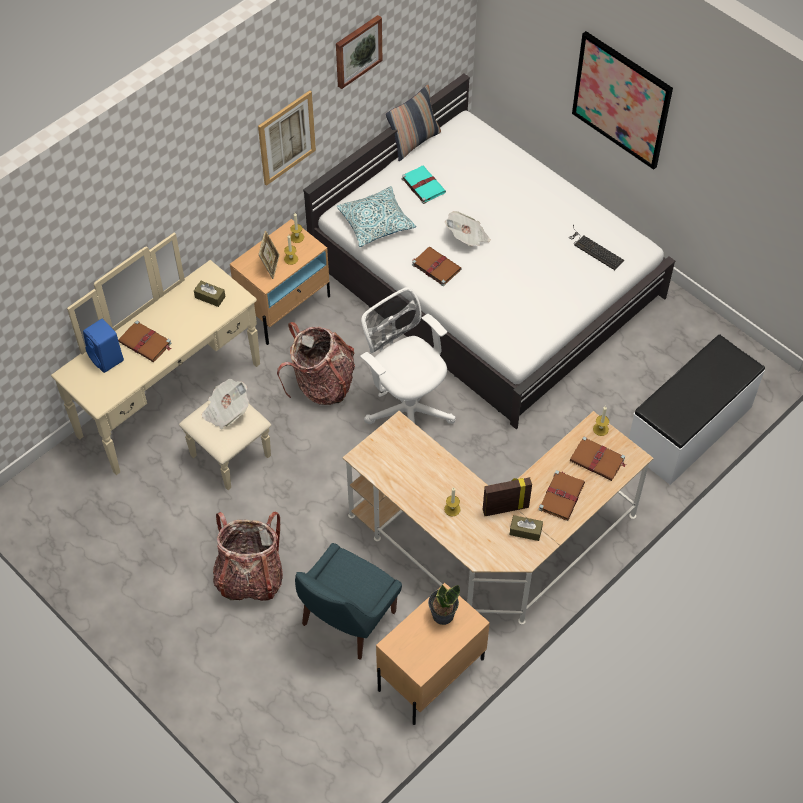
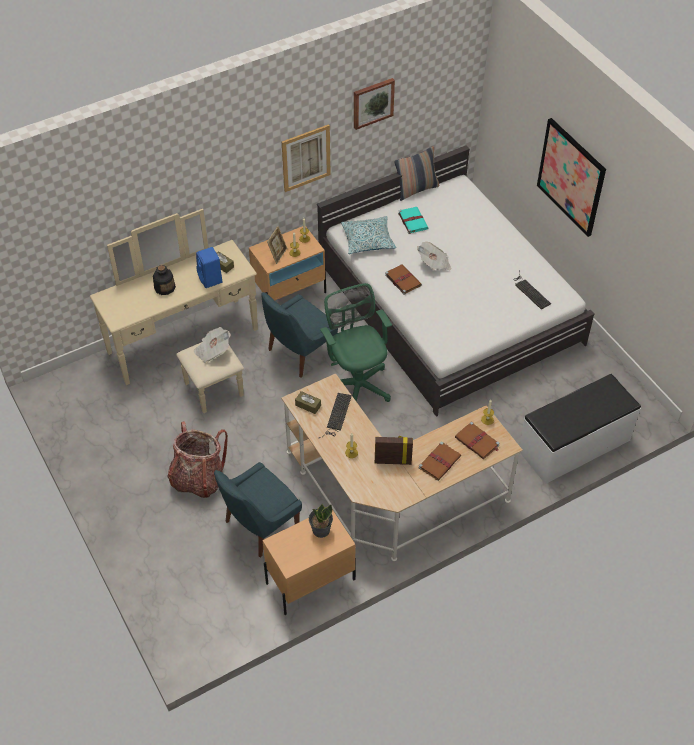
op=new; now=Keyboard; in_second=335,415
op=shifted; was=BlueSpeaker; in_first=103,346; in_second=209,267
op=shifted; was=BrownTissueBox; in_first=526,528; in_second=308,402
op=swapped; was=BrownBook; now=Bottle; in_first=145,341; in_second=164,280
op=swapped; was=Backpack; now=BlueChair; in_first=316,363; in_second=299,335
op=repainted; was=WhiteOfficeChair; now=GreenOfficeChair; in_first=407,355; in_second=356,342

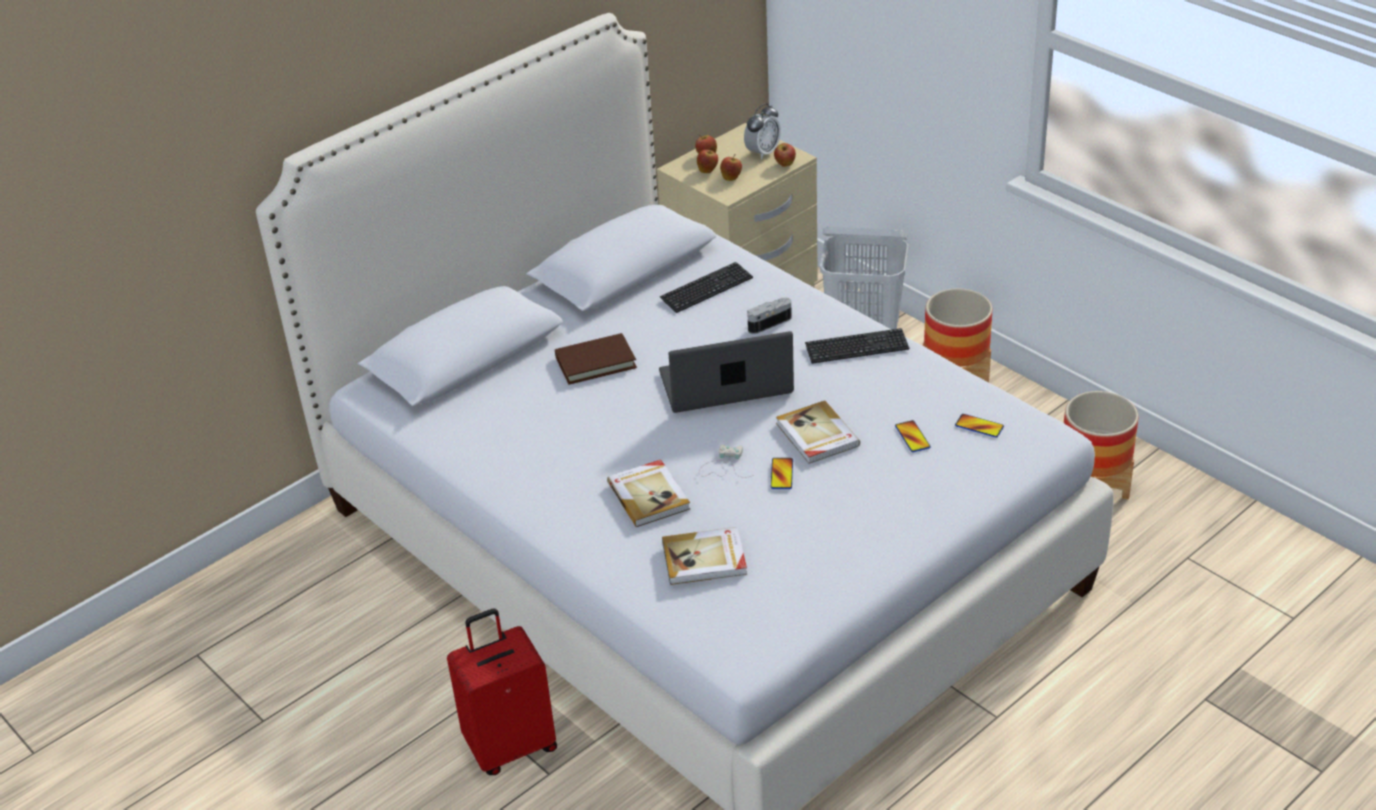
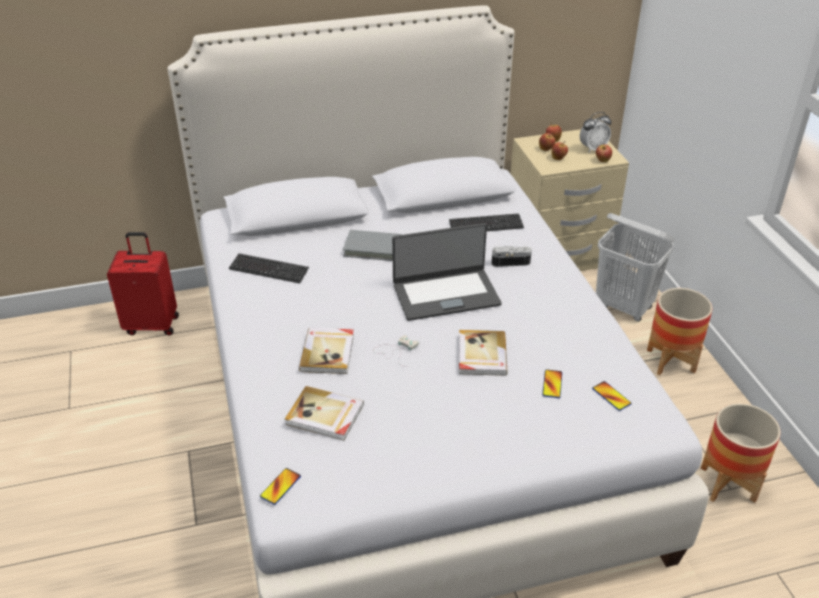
op=shifted; was=RedSuitcase; in_first=502,691; in_second=143,284
op=shifted; was=Phone; in_first=782,473; in_second=280,486
op=shifted; was=Keyboard; in_first=857,346; in_second=269,268
op=repainted; was=BrownBook; now=GreyBook; in_first=596,359; in_second=372,245
op=rotated; was=Laptop; in_first=726,372; in_second=447,272; clockwise=150

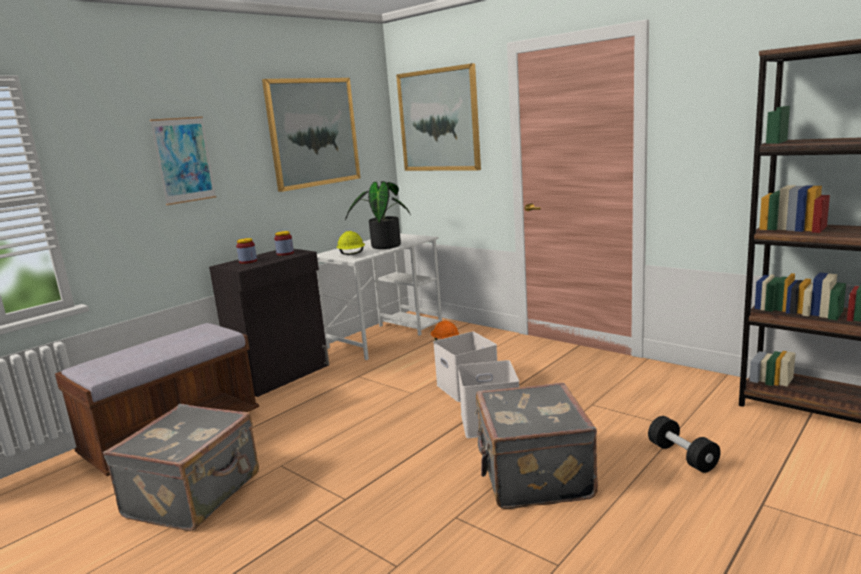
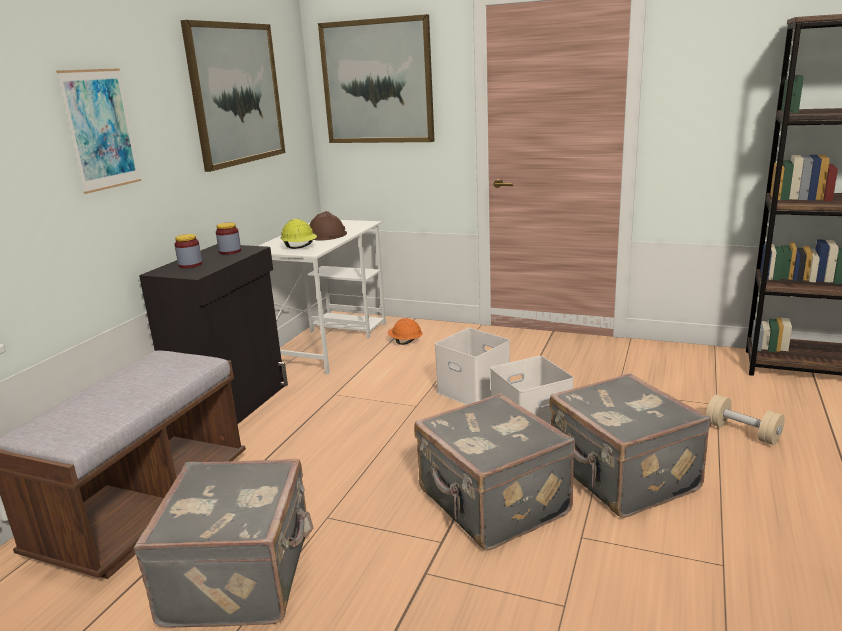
op=new; now=GreySuitcase; in_second=494,471
op=swapped; was=PottedPlant; now=BrownHardHat; in_first=378,215; in_second=328,225
op=repainted; was=BlackDumbbell; now=BeigeDumbbell; in_first=684,444; in_second=745,420

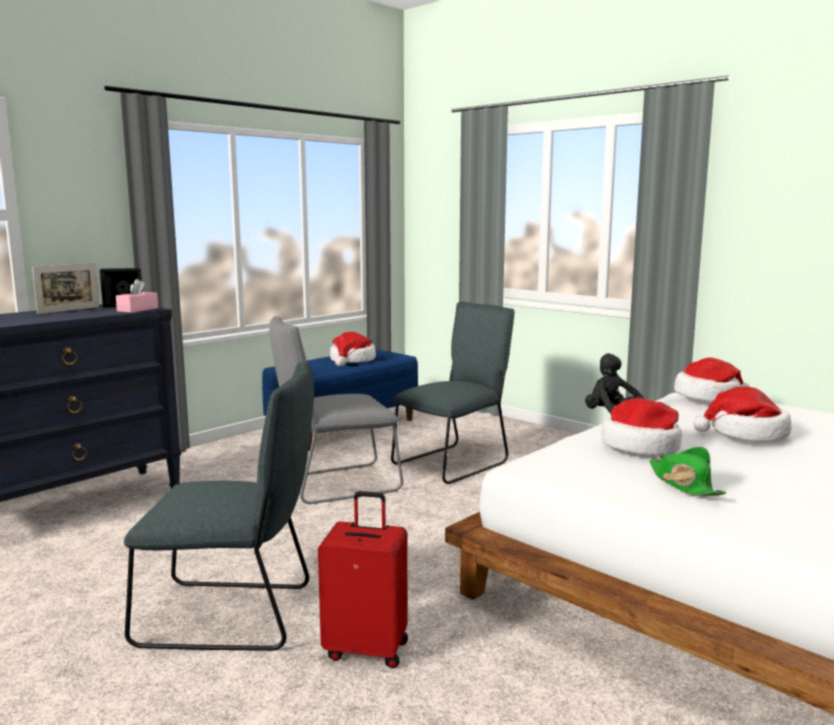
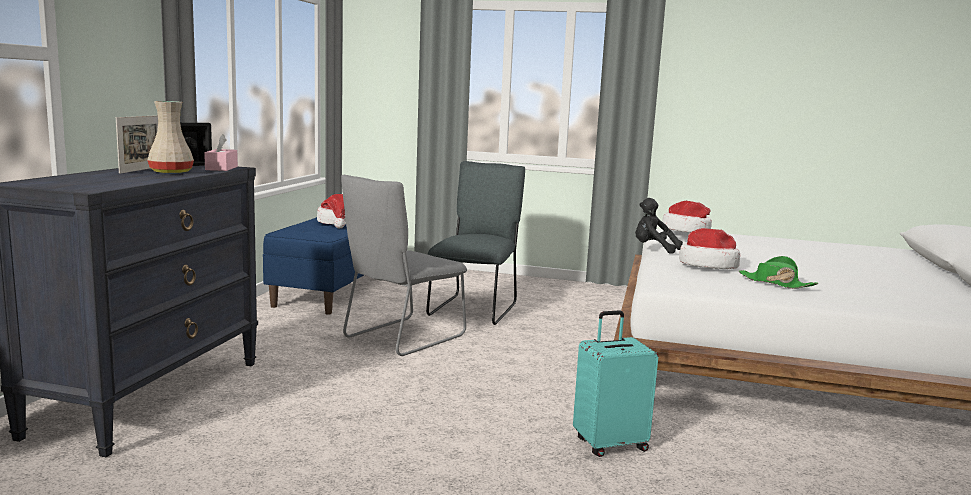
op=gone; was=GreyChair; in_first=219,506
op=gone; was=Hat; in_first=742,414
op=new; now=BeigeVase; in_second=170,137
op=repainted; was=RedSuitcase; now=TurquoiseSuitcase; in_first=363,579; in_second=615,383

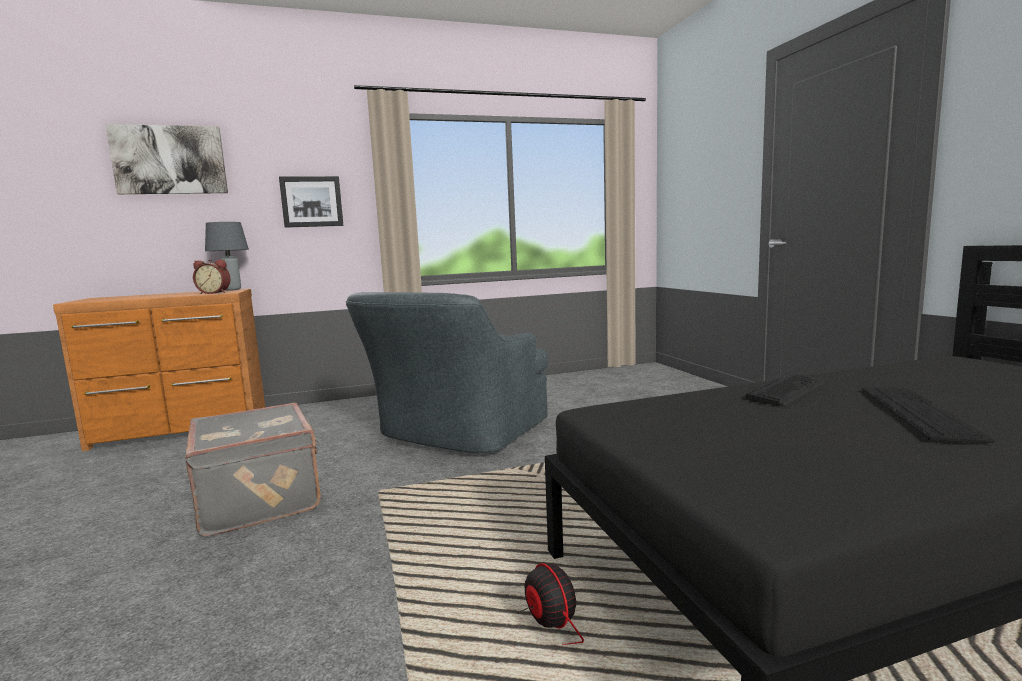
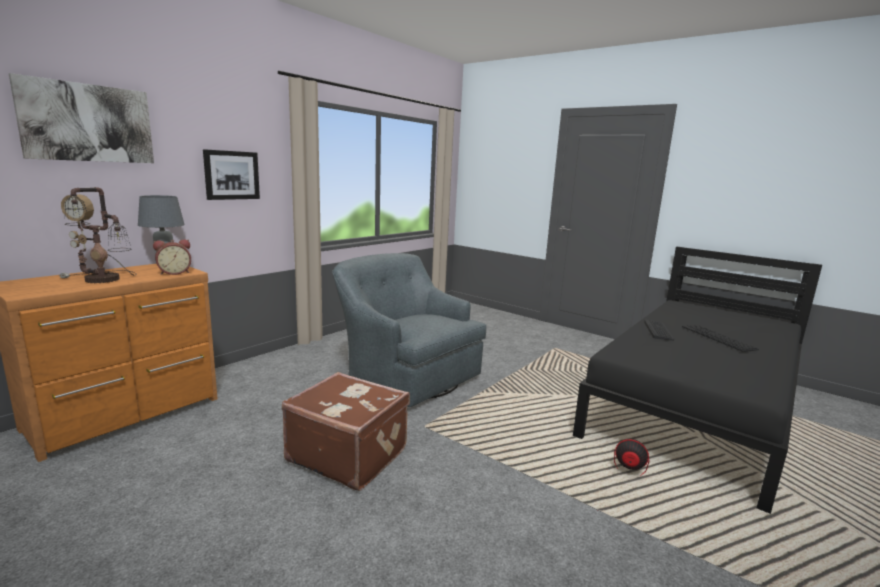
op=new; now=TableLamp; in_second=97,235
op=repainted; was=GreySuitcase; now=BrownSuitcase; in_first=253,469; in_second=346,431
op=rotated; was=GreyArmchair; in_first=447,372; in_second=409,330; clockwise=135

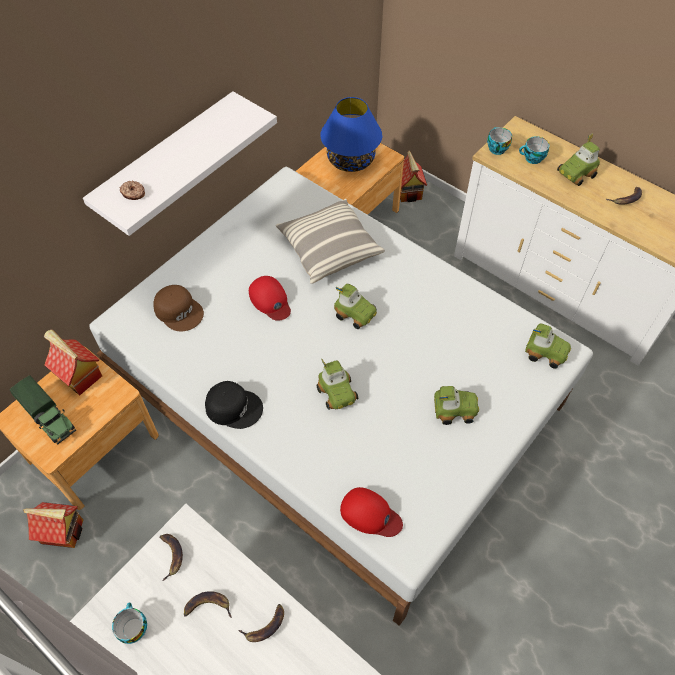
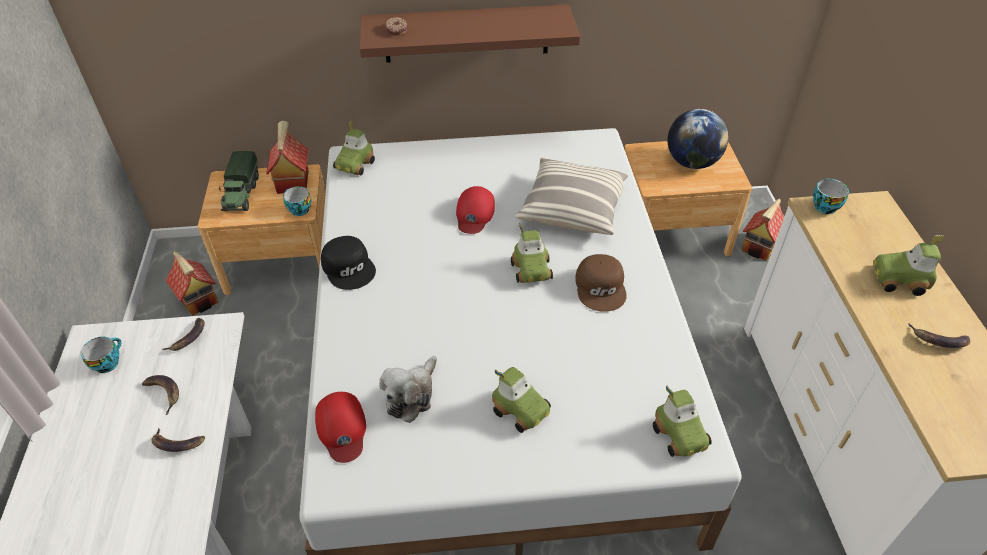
op=new; now=PlushToy; in_second=408,389
op=shifted; was=BrownCap; in_first=178,308; in_second=601,283
op=shifted; was=ToyCar; in_first=337,384; in_second=354,147
op=shifted; was=Cup; in_first=534,150; in_second=297,201
op=swapped; was=BlueTableLamp; now=Globe; in_first=351,134; in_second=698,139
op=repainted; was=WhiteShelf; now=BrownShelf; in_first=180,163; in_second=469,33

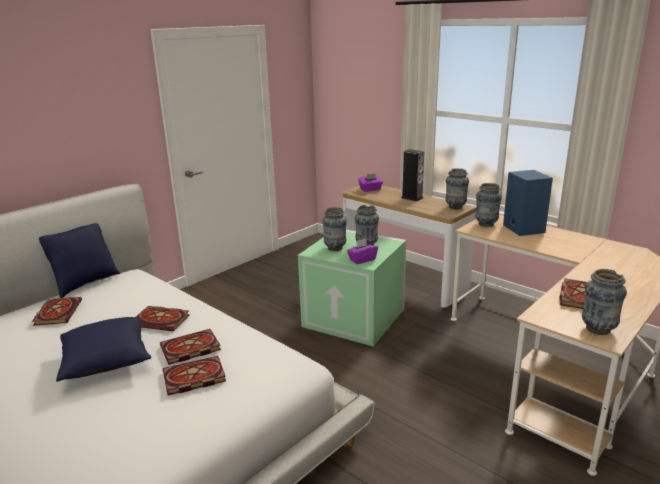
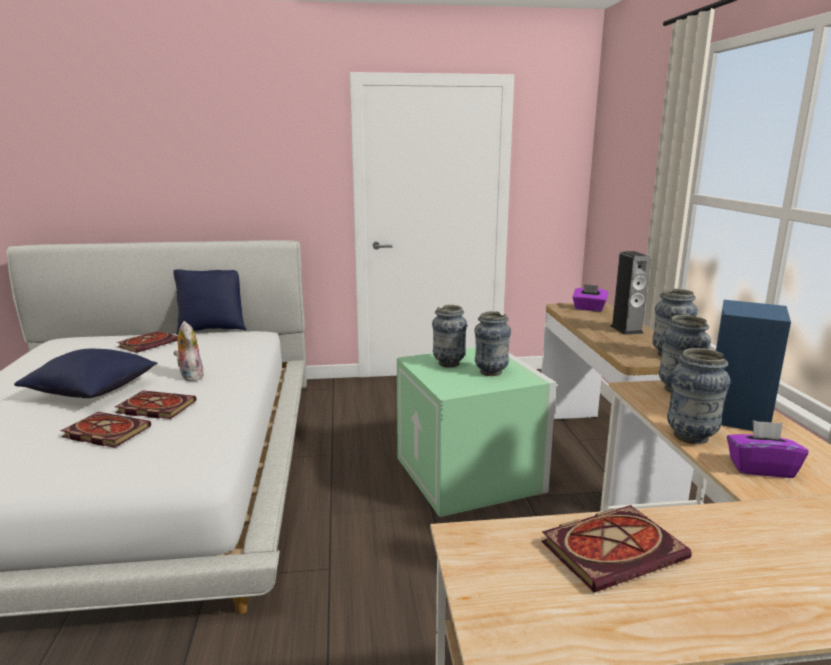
op=shifted; was=PurpleTissueBox; in_first=362,251; in_second=768,449
op=shifted; was=Vase; in_first=604,302; in_second=698,396
op=swapped; was=Book; now=PlushToy; in_first=163,319; in_second=188,351

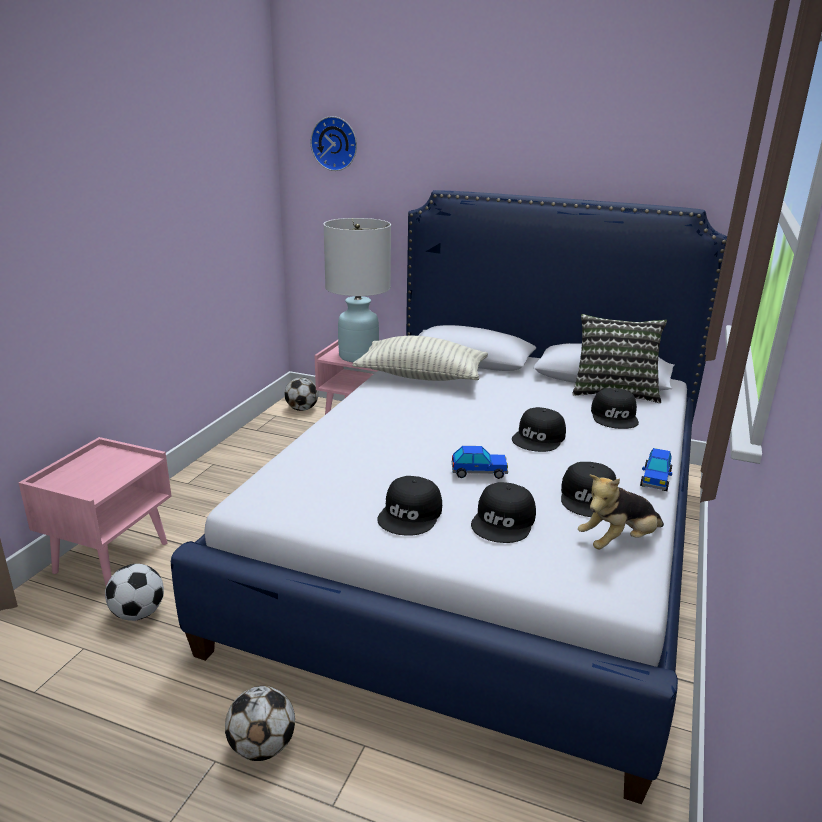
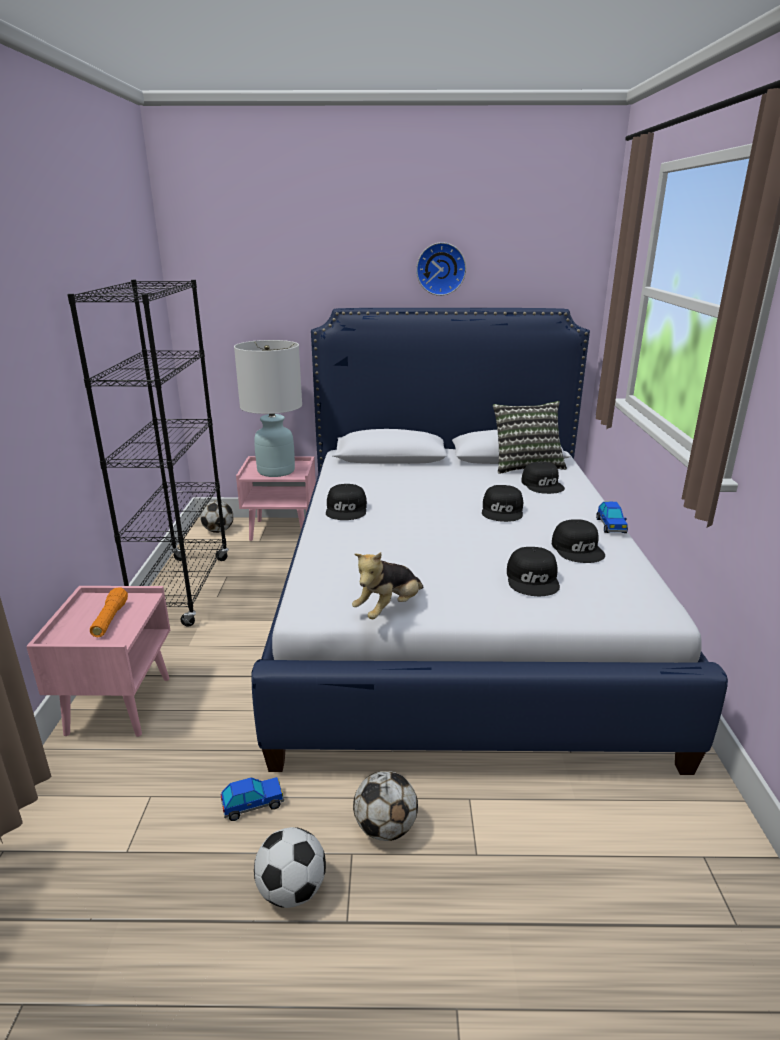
op=gone; was=Pillow; in_first=420,358
op=new; now=BlackBookcase; in_second=148,453
op=new; now=OrangeFlashlight; in_second=109,612
op=shifted; was=Football; in_first=134,592; in_second=290,867
op=shifted; was=WallClock; in_first=334,143; in_second=441,269
op=shifted; was=BlackCap; in_first=409,506; in_second=346,502
op=shifted; was=ToyCar; in_first=480,462; in_second=252,799
op=shifted; was=PlushToy; in_first=621,512; in_second=388,585

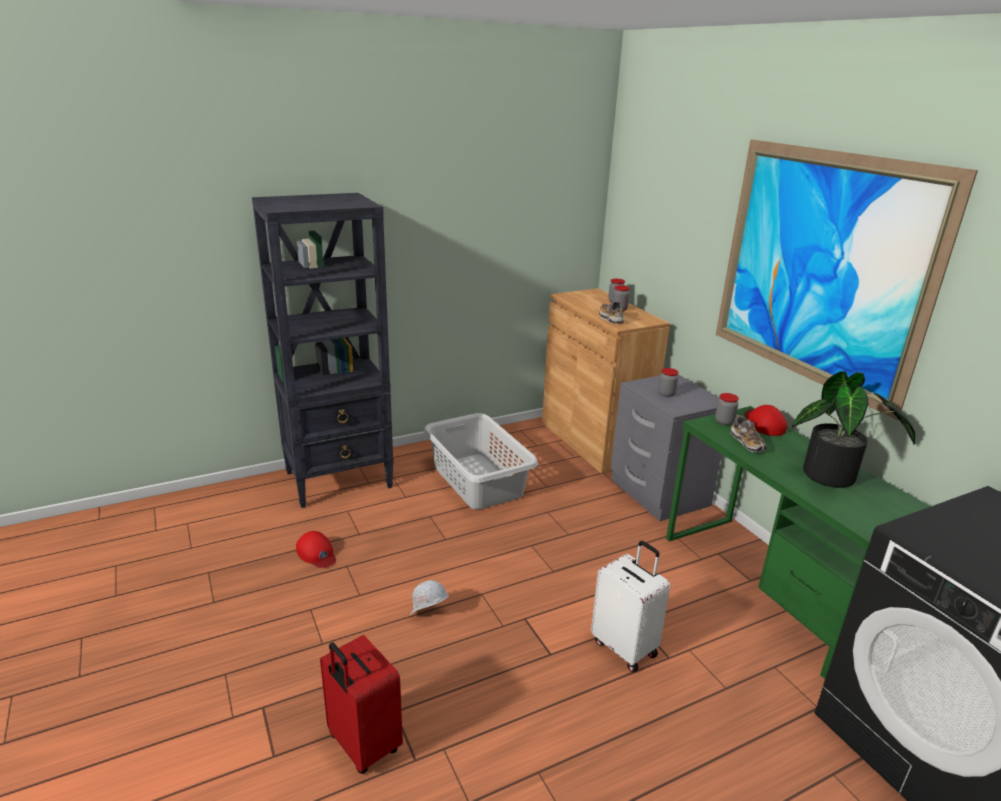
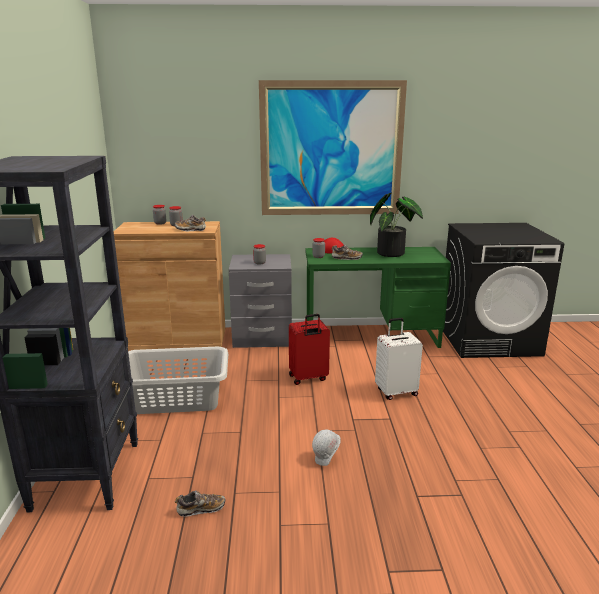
op=shifted; was=RedSuitcase; in_first=361,704; in_second=309,349
op=swapped; was=RedCap; now=Shoe; in_first=316,549; in_second=200,503

